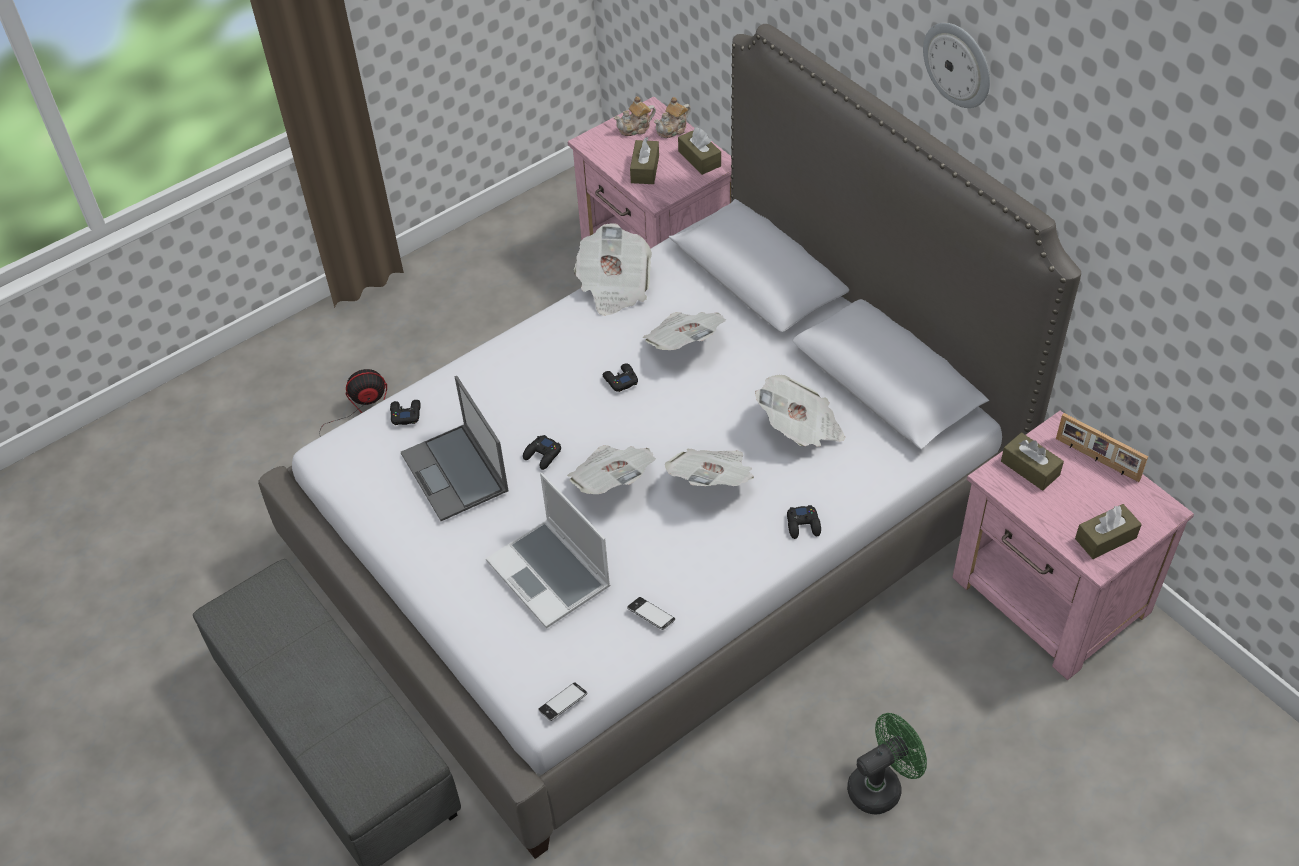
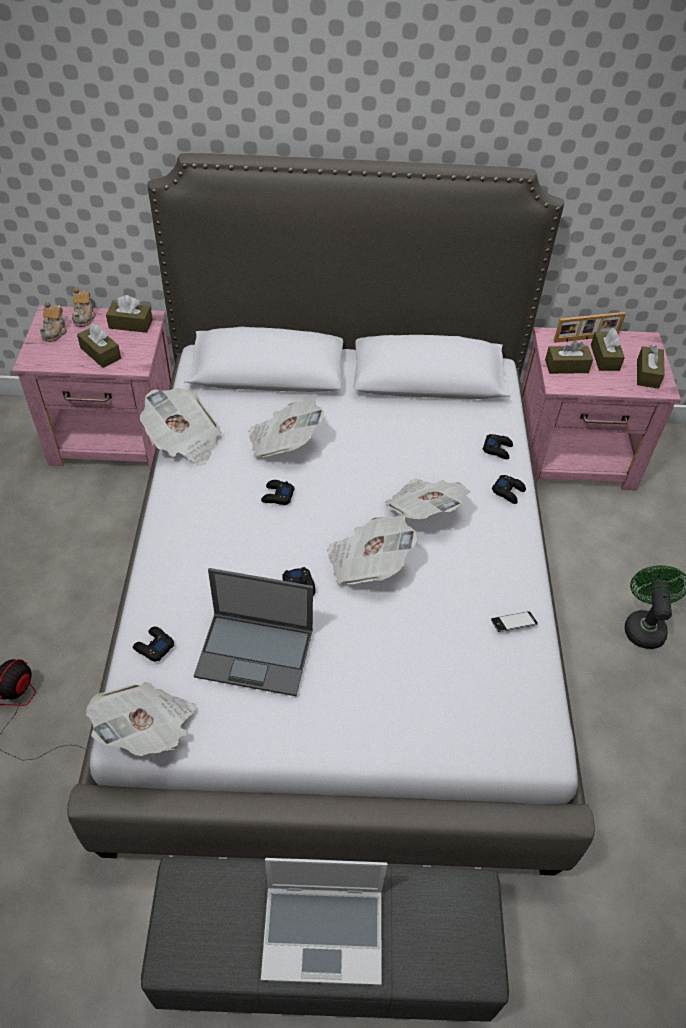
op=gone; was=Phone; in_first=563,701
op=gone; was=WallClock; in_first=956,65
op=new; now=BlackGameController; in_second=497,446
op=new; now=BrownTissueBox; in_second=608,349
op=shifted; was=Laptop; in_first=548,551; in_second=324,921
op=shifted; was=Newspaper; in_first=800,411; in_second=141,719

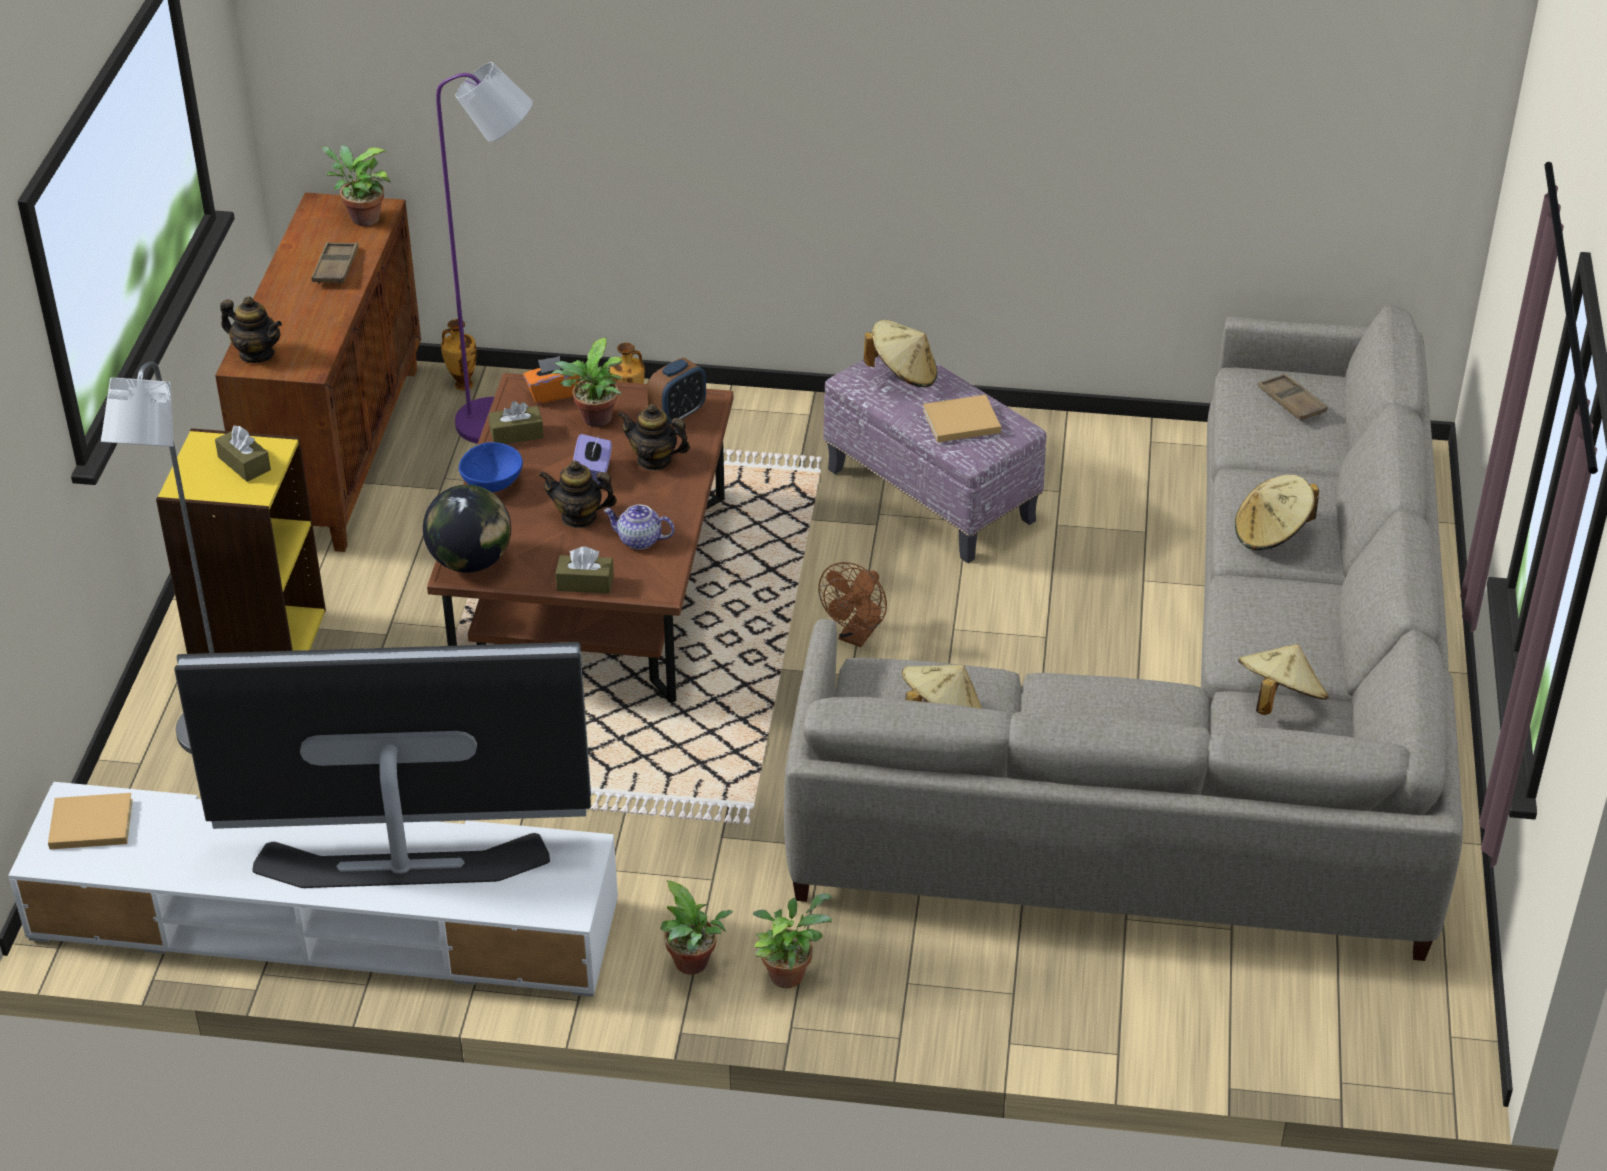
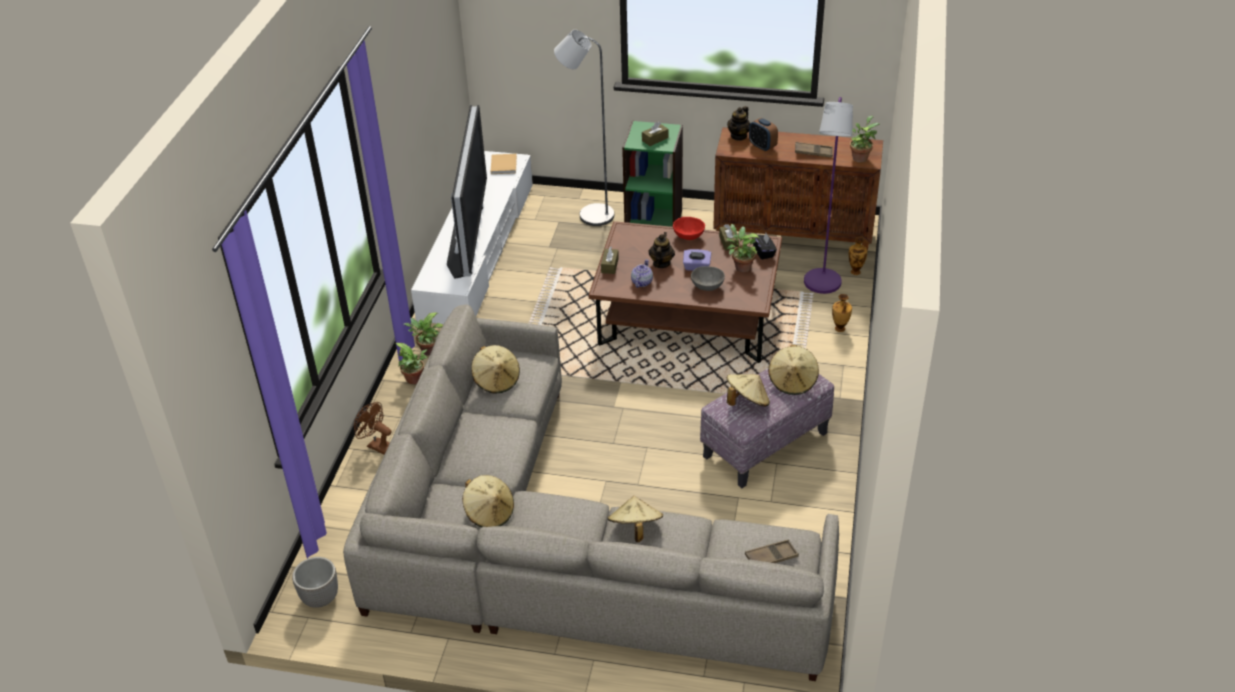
op=gone; was=Globe; in_first=467,529
op=new; now=Planter; in_second=315,582
op=shifted; was=AlarmClock; in_first=676,391; in_second=763,135
op=shifted; was=BrownFan; in_first=852,604; in_second=373,428
op=swapped; was=Teapot; now=GreyBowl; in_first=654,437; in_second=708,278
op=swapped; was=BeigeBook; now=BeigeHat; in_first=962,418; in_second=748,390
op=repainted; was=YellowBookcase; now=GreenBookcase; in_first=241,541; in_second=652,174
op=repainted; was=BlueBowl; now=RedBowl; in_first=491,467; in_second=689,228
op=repainted; was=OrangeTissueBox; now=BlackTissueBox; in_first=551,380; in_second=764,246

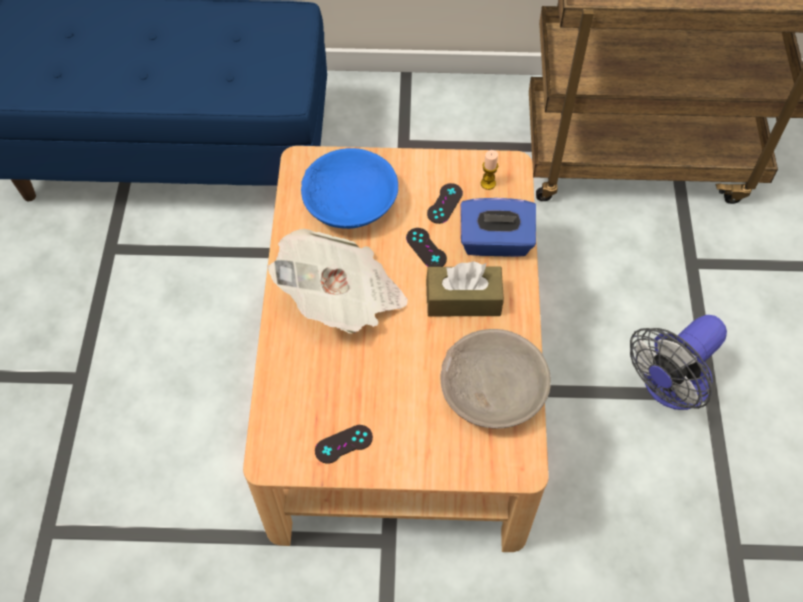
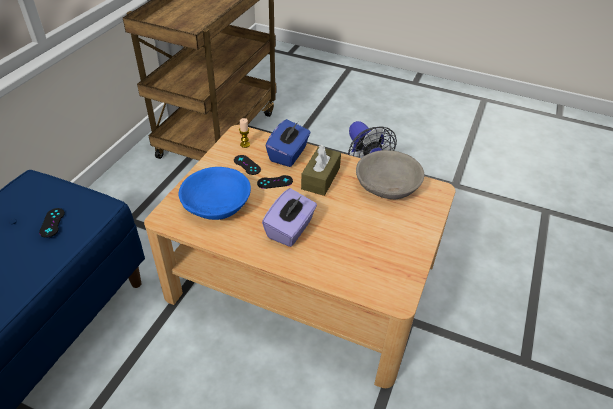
op=shifted; was=BlackGameController; in_first=344,444; in_second=52,223
op=swapped; was=Newspaper; now=PurpleTissueBox; in_first=338,281; in_second=289,217

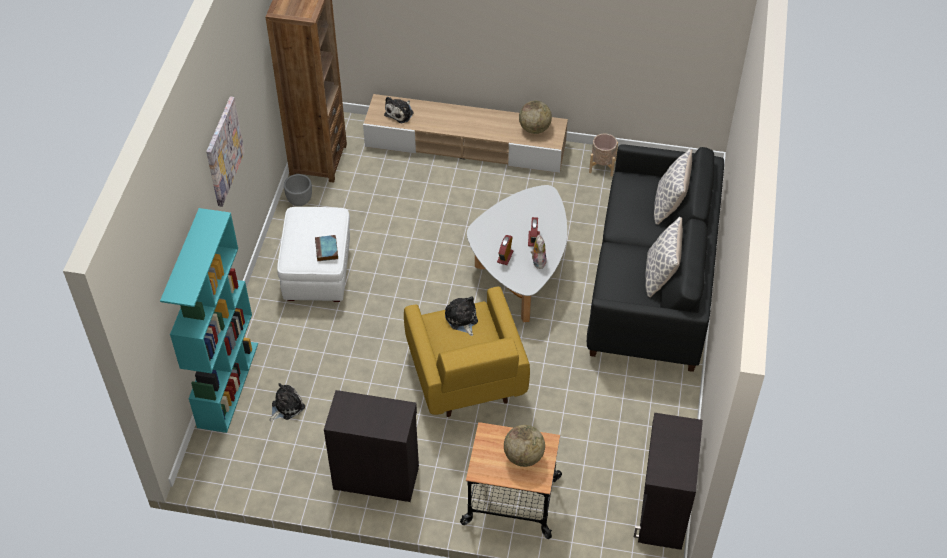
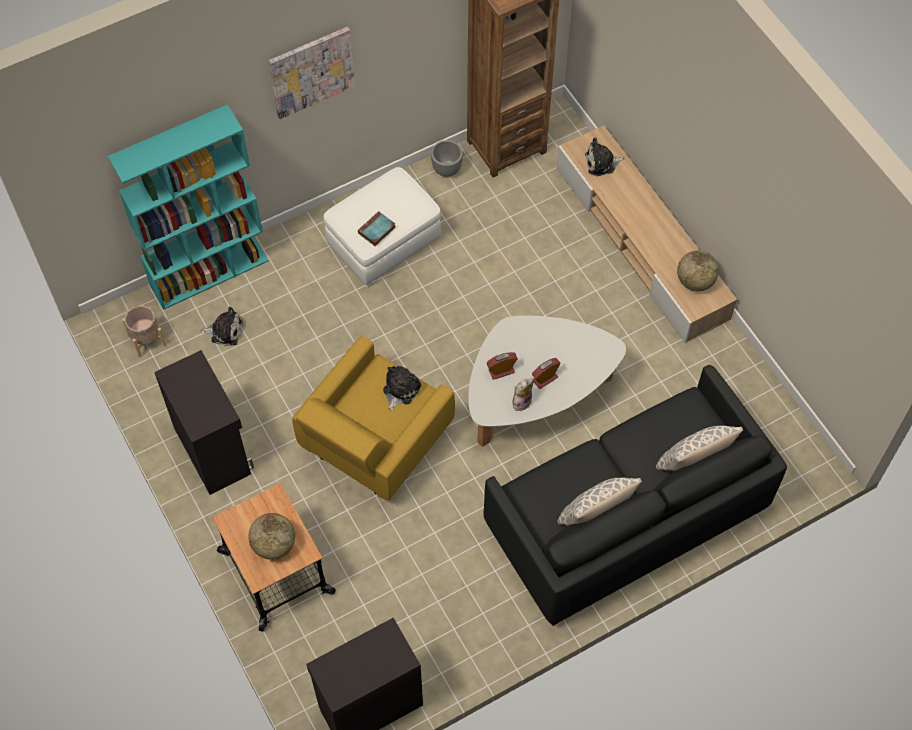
op=shifted; was=BeigePlanter; in_first=603,155; in_second=144,331

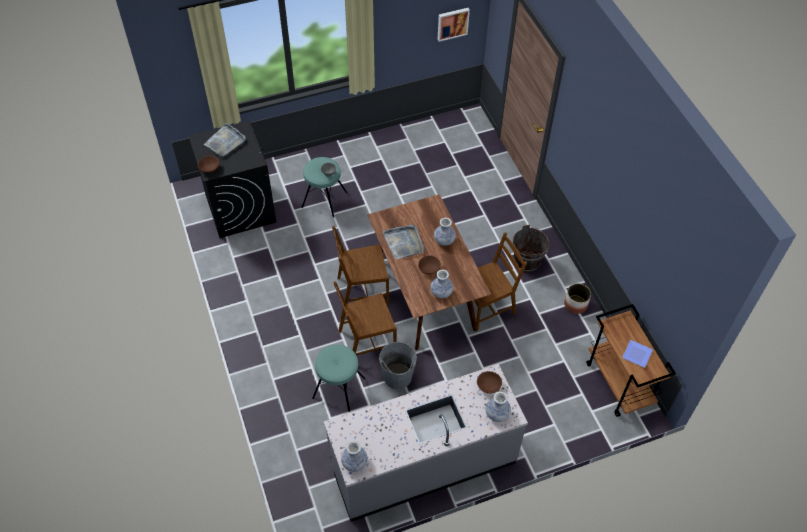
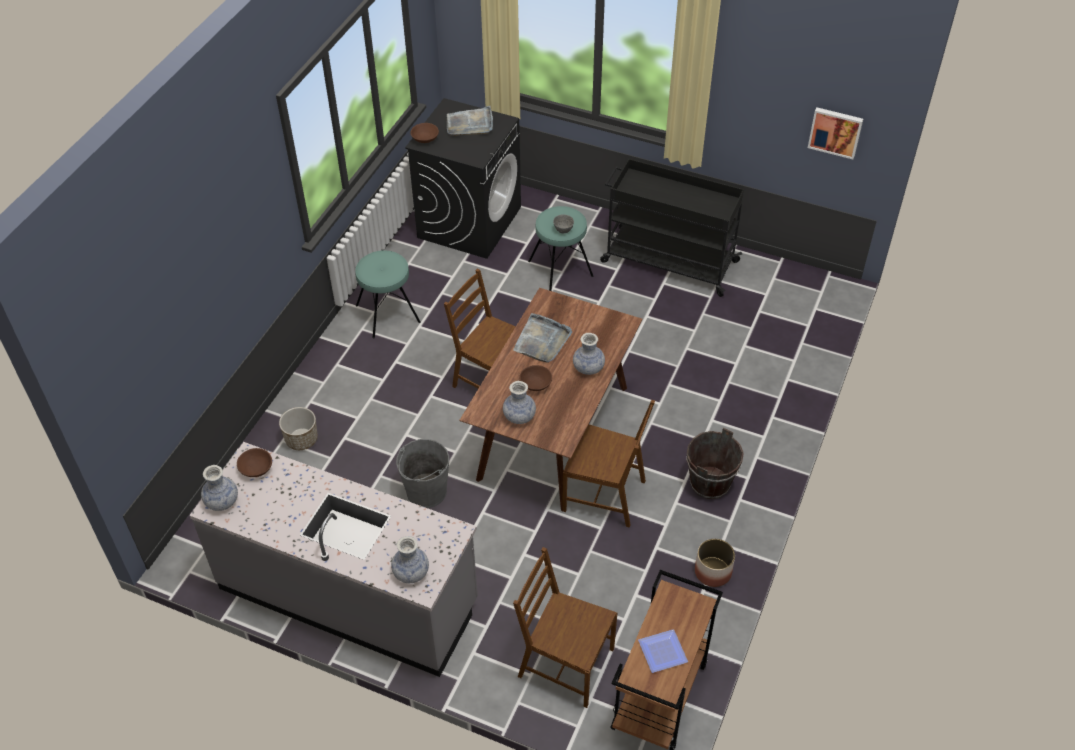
op=new; now=Planter; in_second=298,428
op=new; now=BlackCart; in_second=672,228
op=shifted; was=TurquoiseStool; in_first=338,378; in_second=388,294
op=shifted; was=BrownChair; in_first=365,318; in_second=565,627
op=shifted; was=BrownBowl; in_first=489,382; in_second=254,462

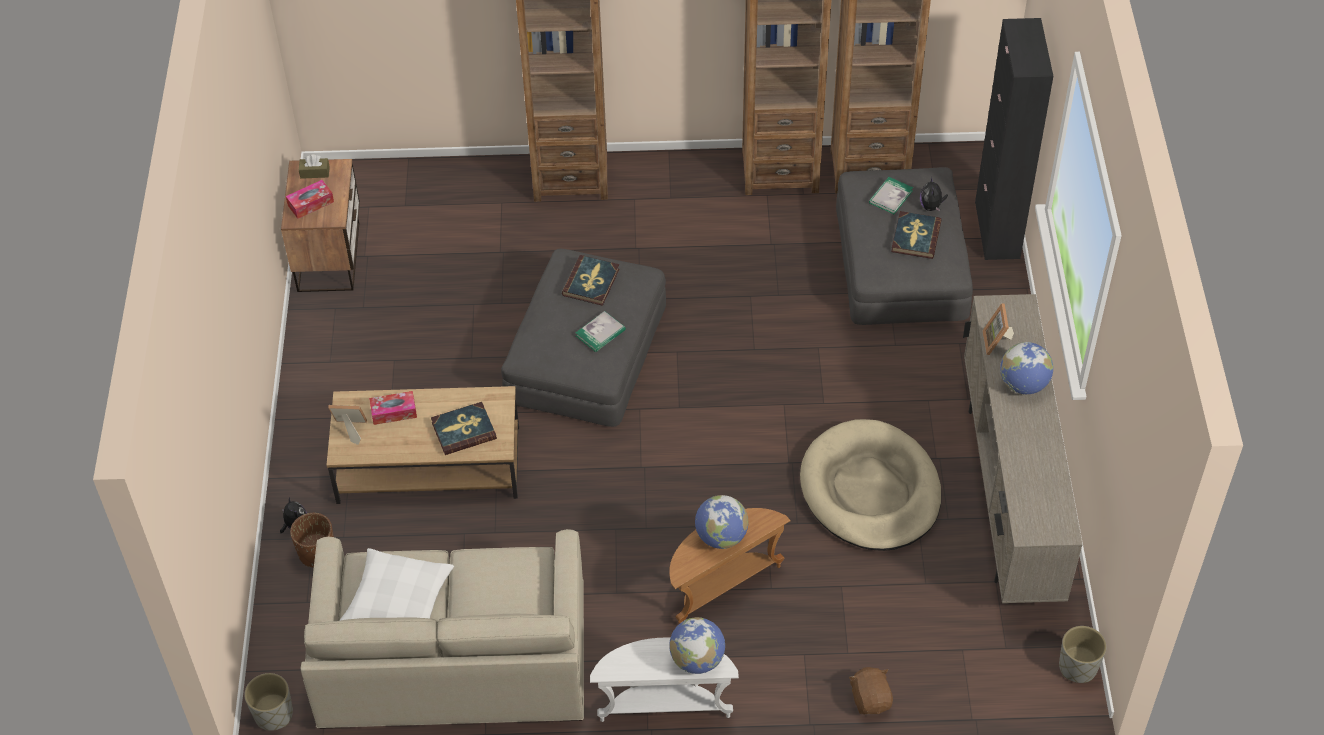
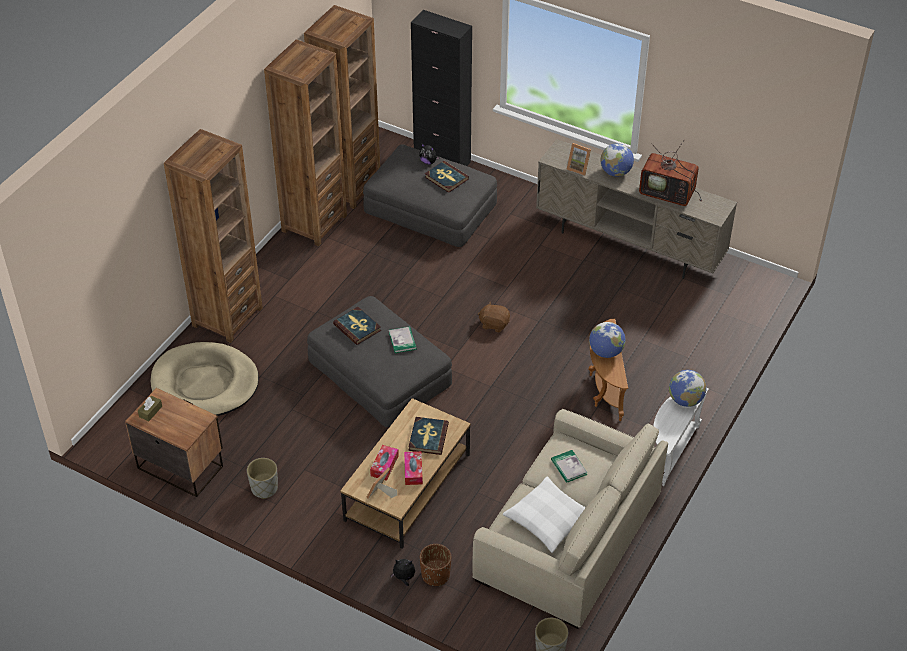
op=new; now=Television; in_second=670,172
op=shifted; was=TissueBox; in_first=310,199; in_second=413,468
op=shifted; was=BeigeDogBed; in_first=870,485; in_second=205,379
op=shifted; was=BrownPlushToy; in_first=871,690; in_second=494,317
op=shifted; was=Book; in_first=891,195; in_second=569,466
op=shifted; was=GreyPlanter; in_first=1082,654; in_second=262,478

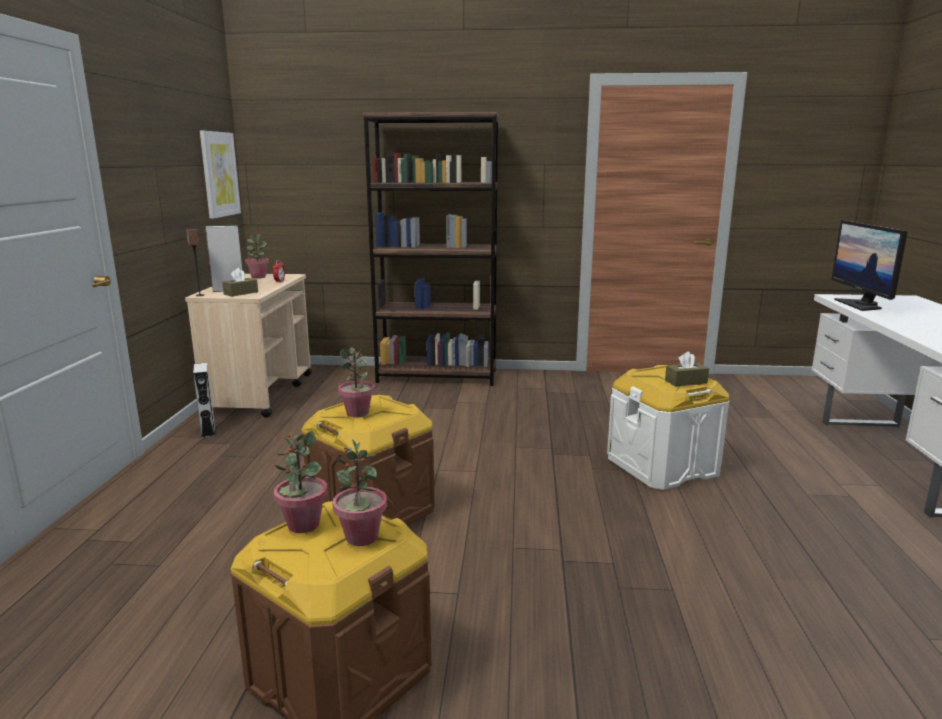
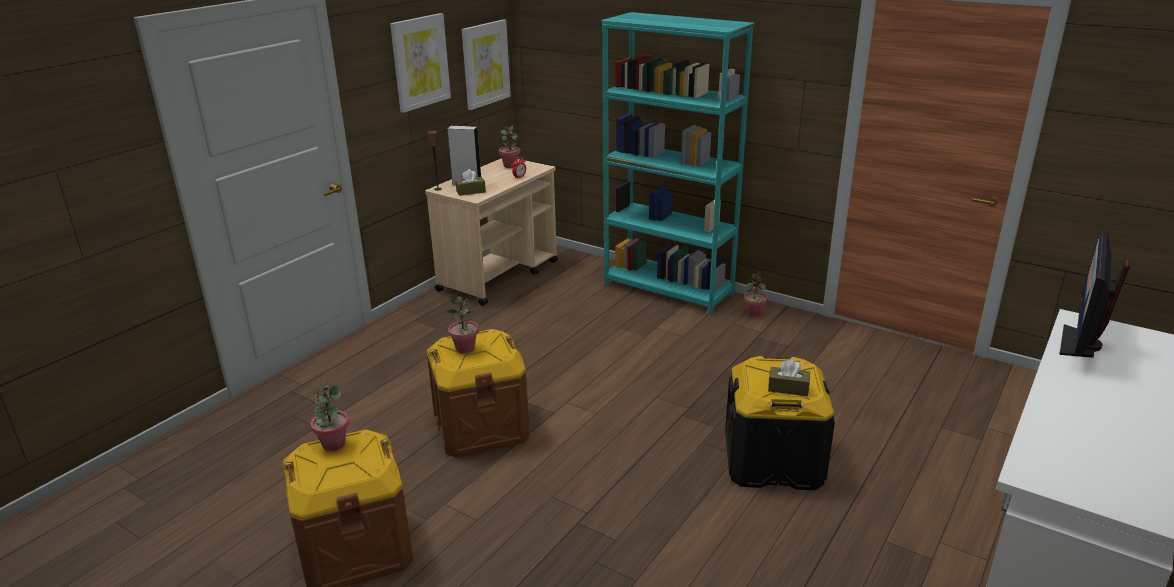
op=gone; was=GreySpeaker; in_first=204,400
op=new; now=Picture; in_second=420,63
op=shifted; was=PottedPlant; in_first=360,492; in_second=756,294
op=repainted; was=BrownBookcase; now=TurquoiseBookcase; in_first=431,249; in_second=677,164
op=repainted; was=WhiteStorageBox; now=BlackStorageBox; in_first=668,427; in_second=780,423

